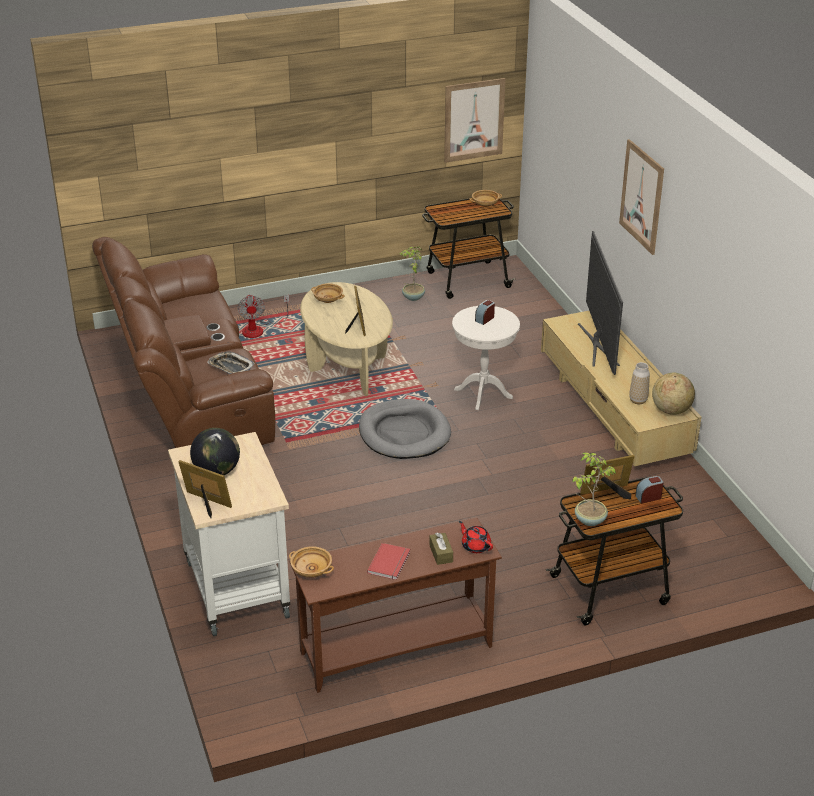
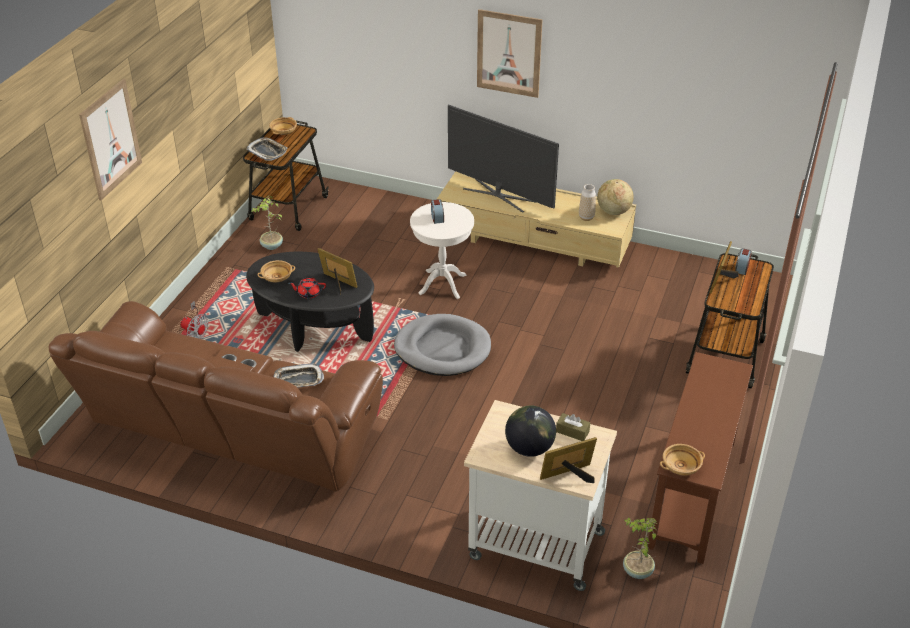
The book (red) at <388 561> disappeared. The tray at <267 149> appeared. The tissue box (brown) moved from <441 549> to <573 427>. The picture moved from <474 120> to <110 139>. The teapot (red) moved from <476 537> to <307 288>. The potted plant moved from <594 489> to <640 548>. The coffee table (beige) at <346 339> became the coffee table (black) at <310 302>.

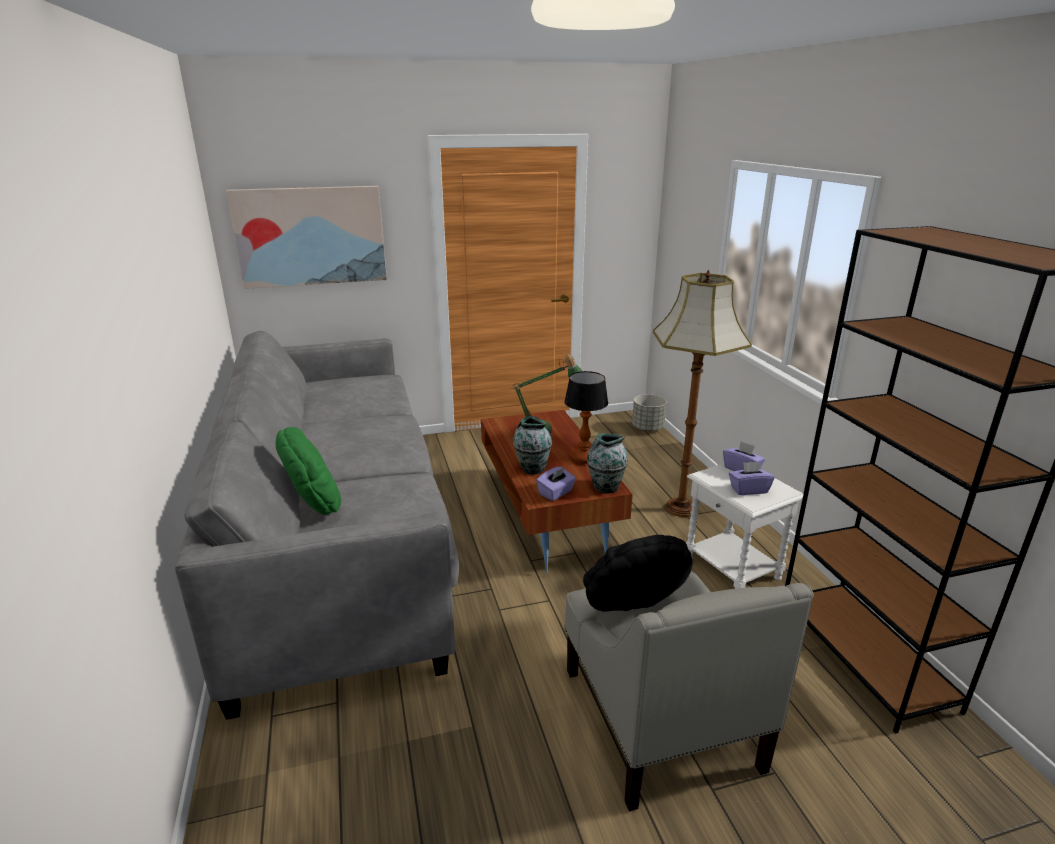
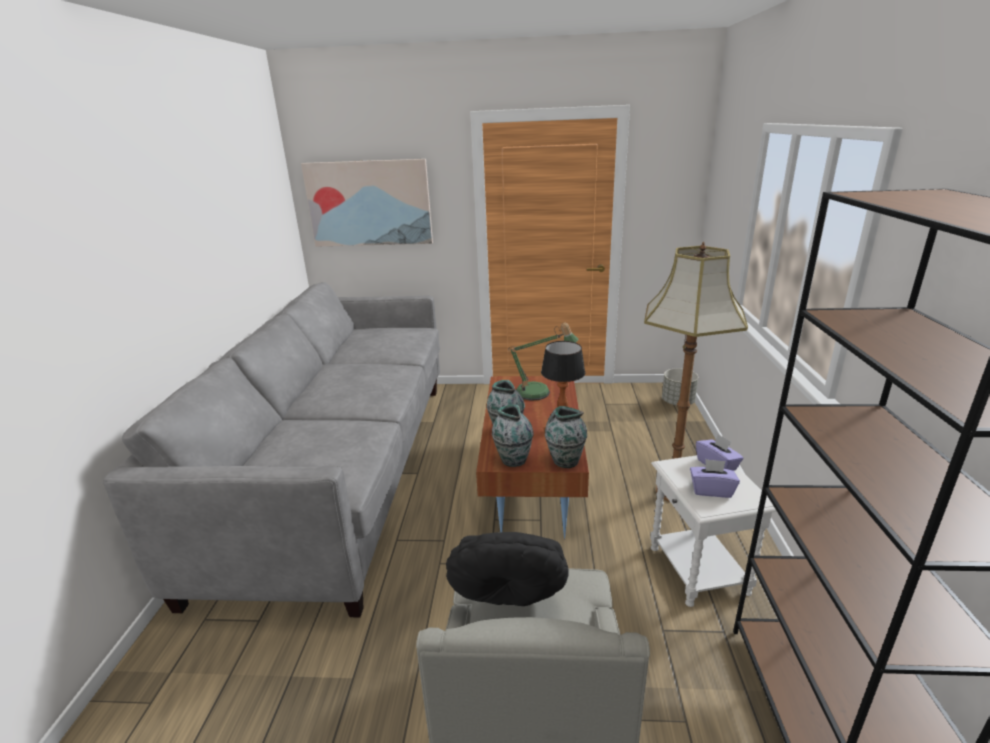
The pillow (green) at <308 471> disappeared. The tissue box (purple) at <556 484> was replaced by the vase at <513 435>.

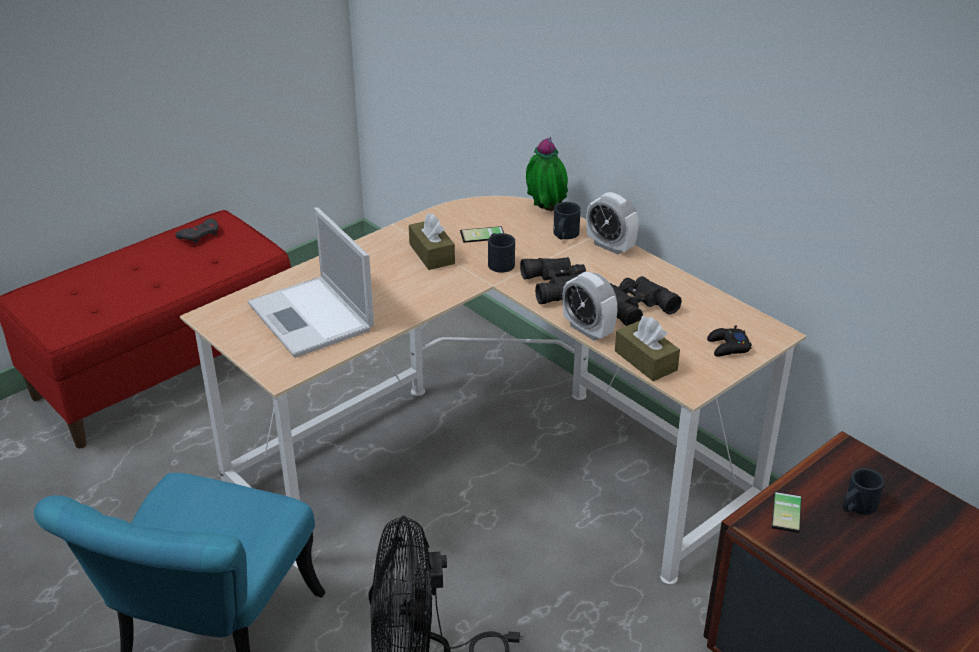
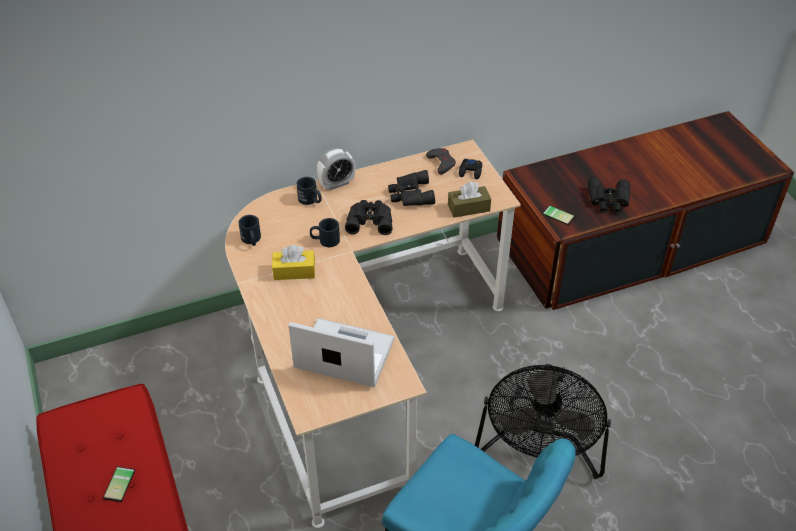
The potted plant at <547 174> disappeared. The alarm clock at <590 306> disappeared. The binoculars (black) at <609 196> appeared. The game controller (grey) moved from <197 231> to <441 161>. The phone moved from <482 234> to <119 484>. The mug (black) moved from <863 491> to <249 230>. The tissue box (brown) at <432 241> became the tissue box (yellow) at <293 262>. The laptop at <310 282> turned 150 degrees counterclockwise.

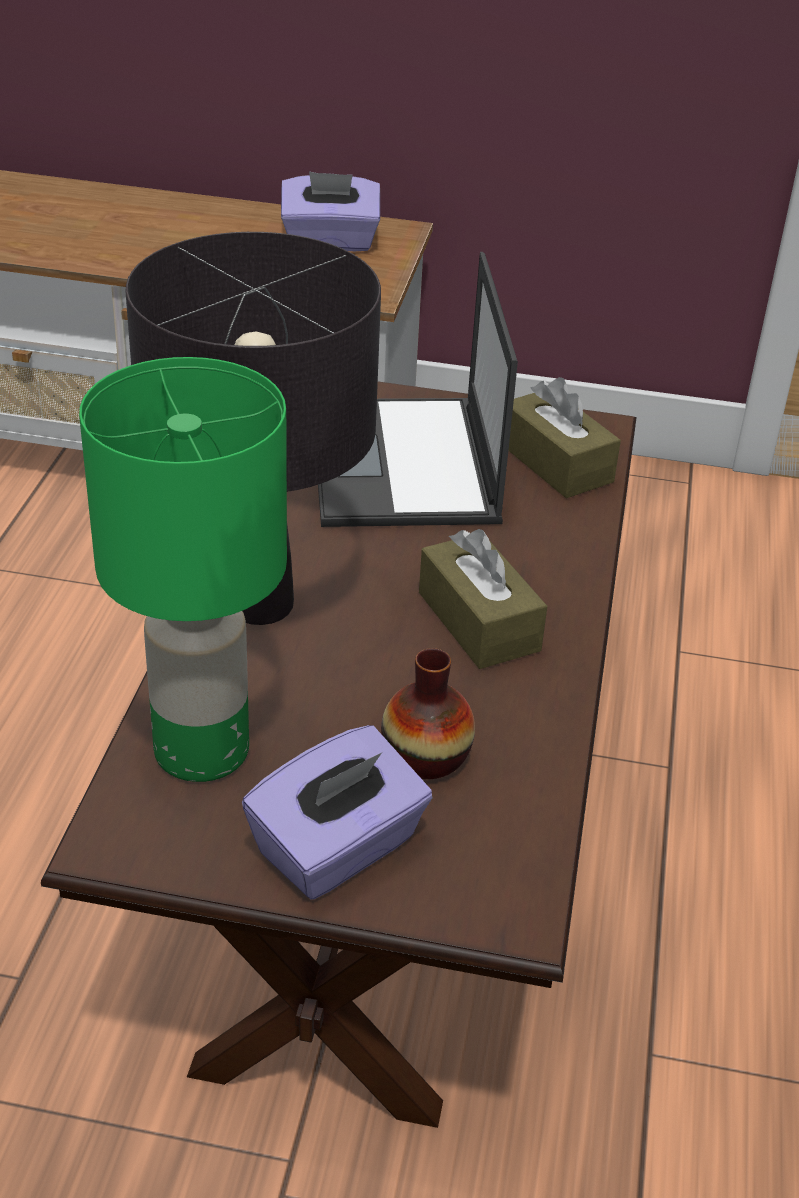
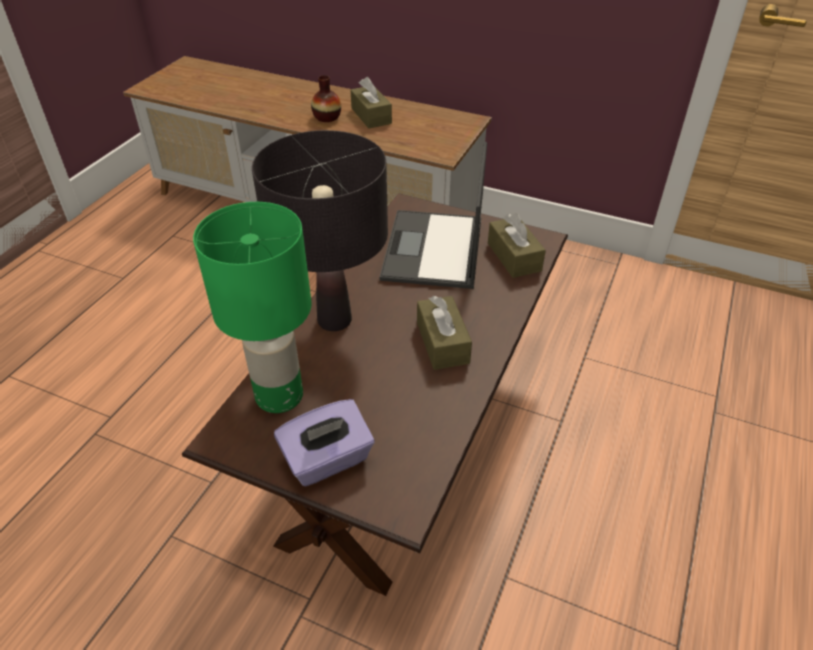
The tissue box (purple) at <330 211> disappeared. The tissue box (brown) at <371 102> appeared. The vase moved from <428 713> to <326 98>.

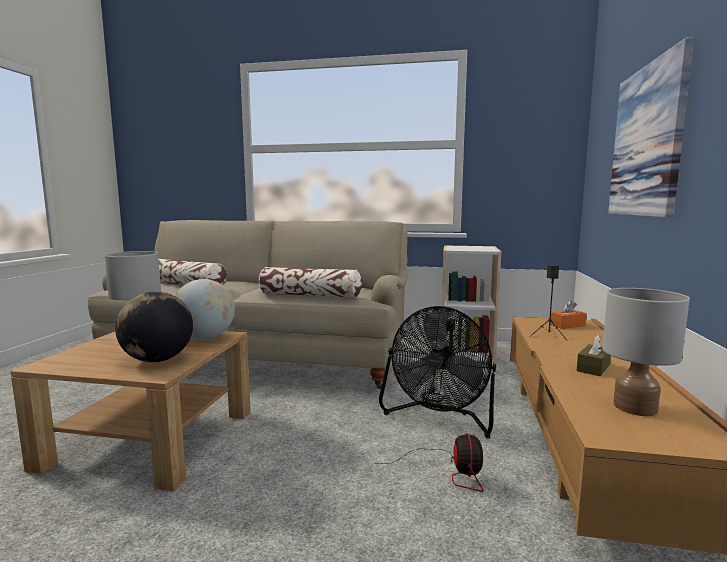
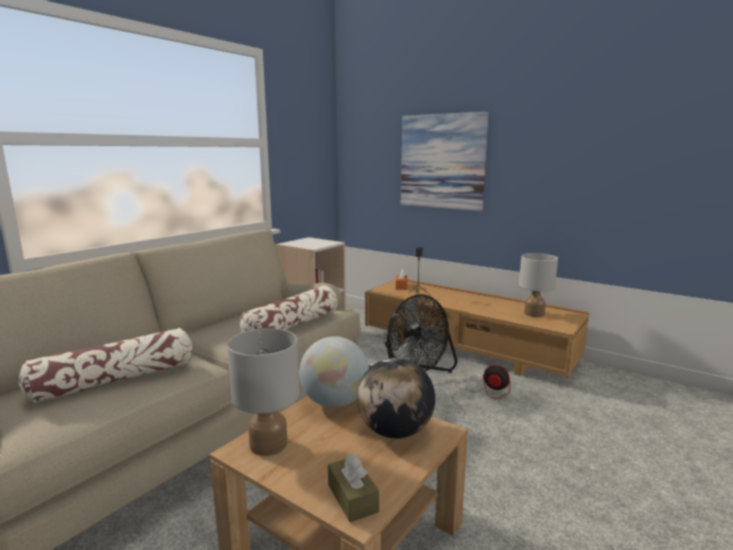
The tissue box (brown) moved from <594 355> to <353 487>.

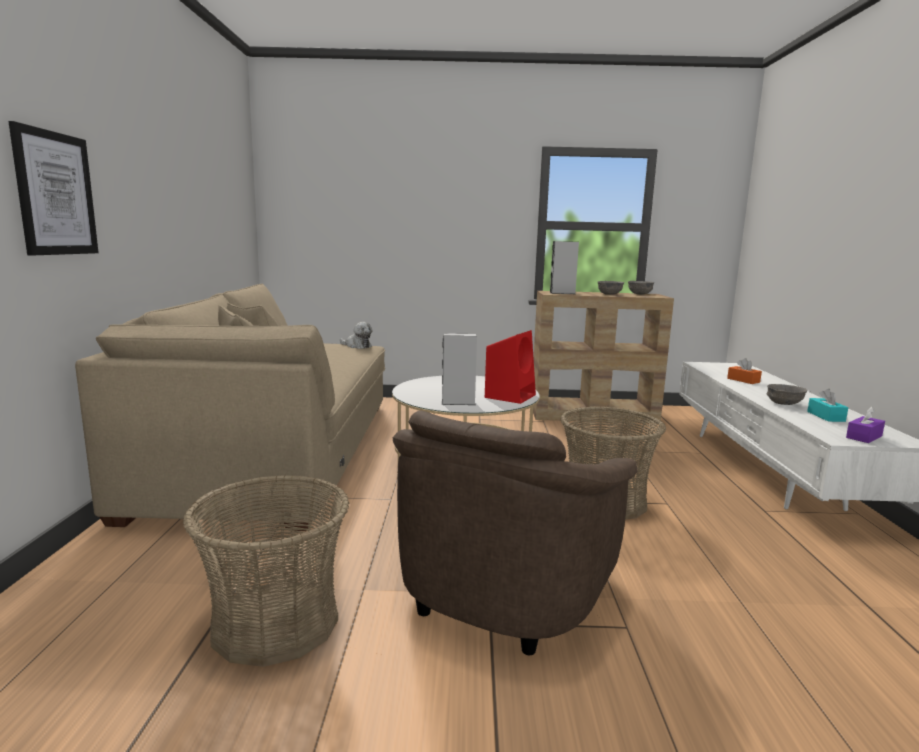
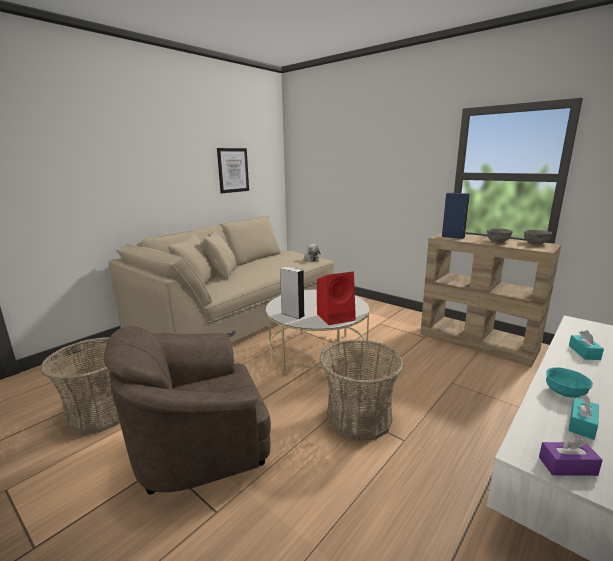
The picture moved from <53 188> to <233 170>. The speaker (grey) at <564 267> became the speaker (blue) at <456 216>. The tissue box (orange) at <744 371> became the tissue box (turquoise) at <586 345>. The bowl (grey) at <787 394> became the bowl (turquoise) at <569 382>.

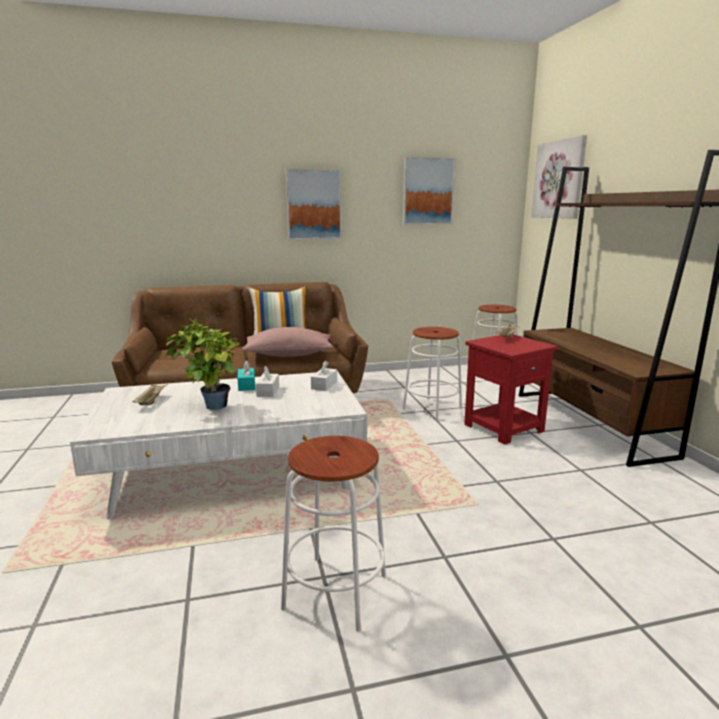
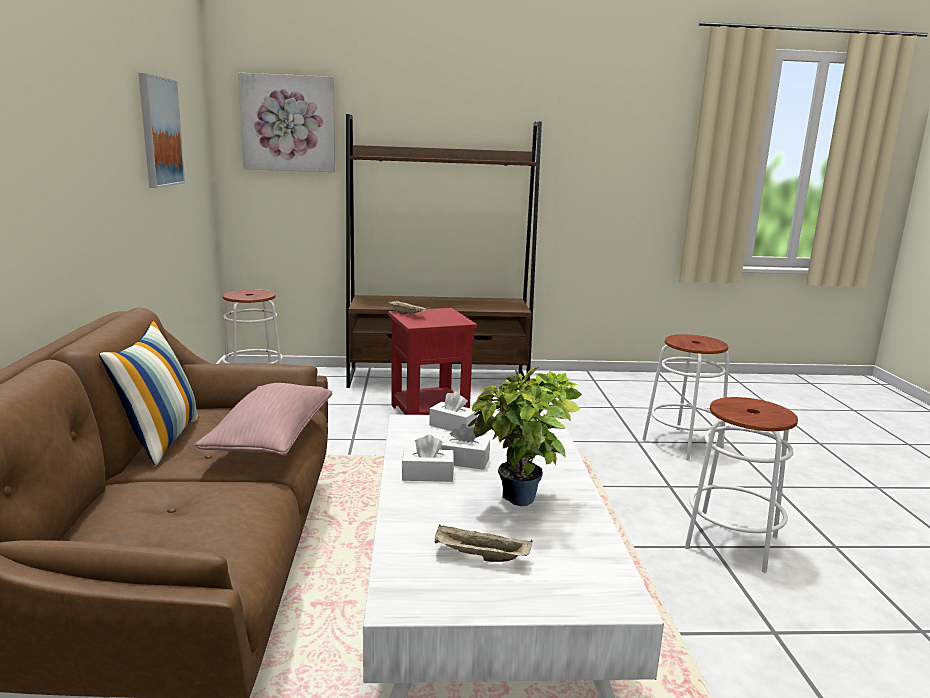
The picture at <314 204> disappeared. The stool (white) moved from <432 374> to <685 397>. The tissue box (turquoise) at <246 375> became the tissue box (white) at <428 458>.

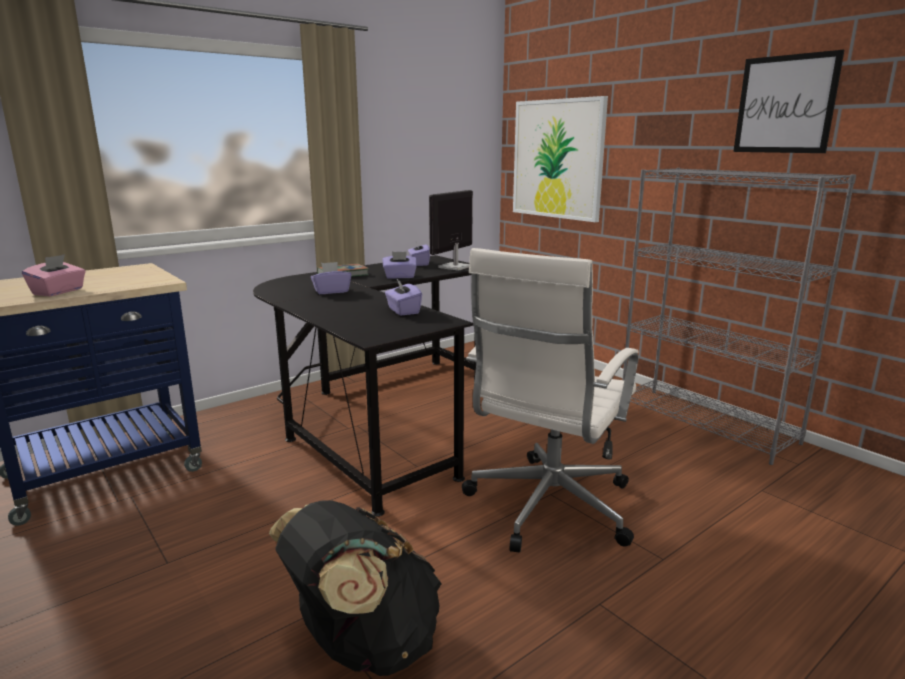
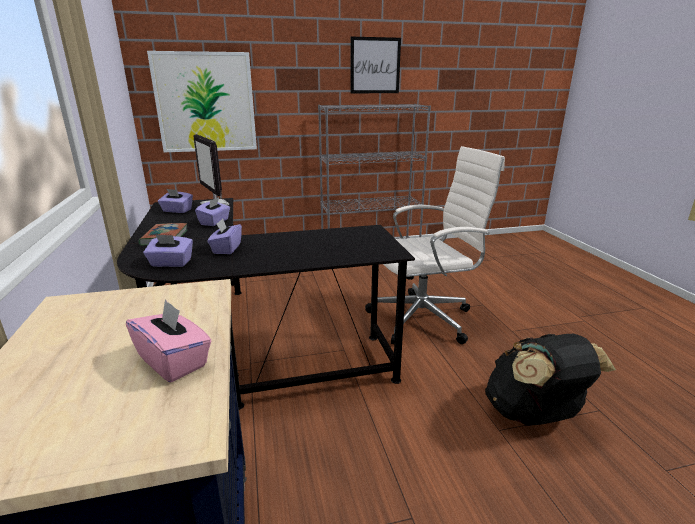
The tissue box (purple) moved from <403 297> to <168 250>. The office chair (white) at <550 400> turned 75 degrees counterclockwise.

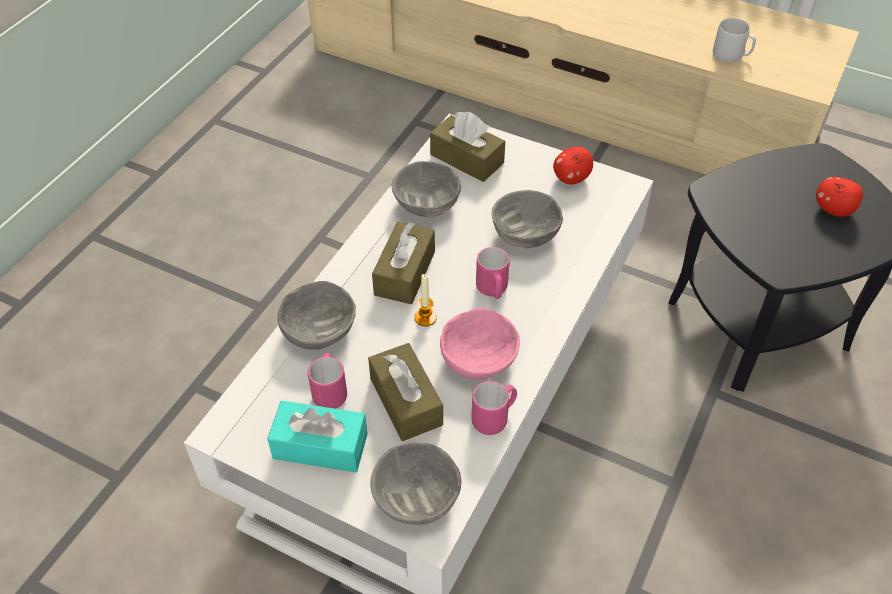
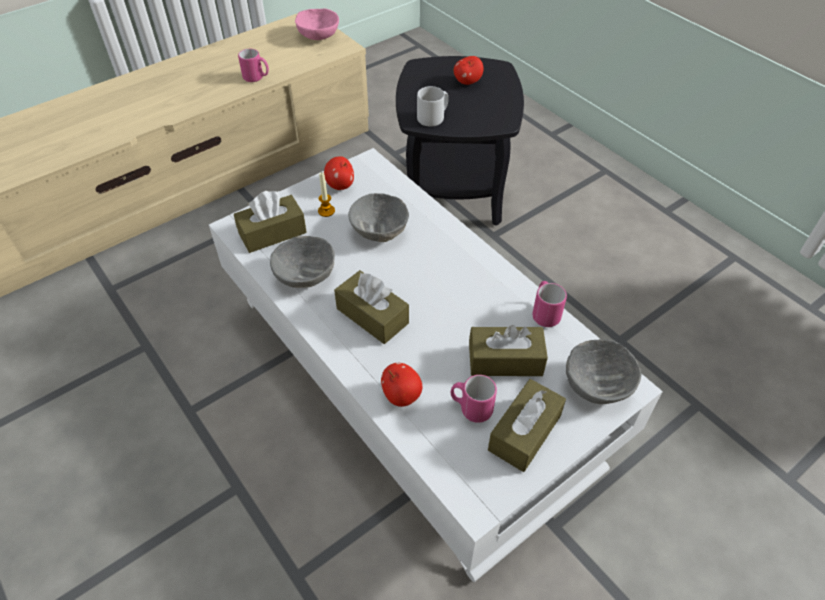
The candle moved from <426 300> to <326 194>. The bowl (pink) moved from <480 344> to <317 24>. The mug (pink) moved from <493 273> to <253 65>. The mug (grey) moved from <734 40> to <432 106>. The bowl (grey) at <317 315> was replaced by the apple at <401 385>. The tissue box (turquoise) at <317 436> became the tissue box (brown) at <527 425>.

